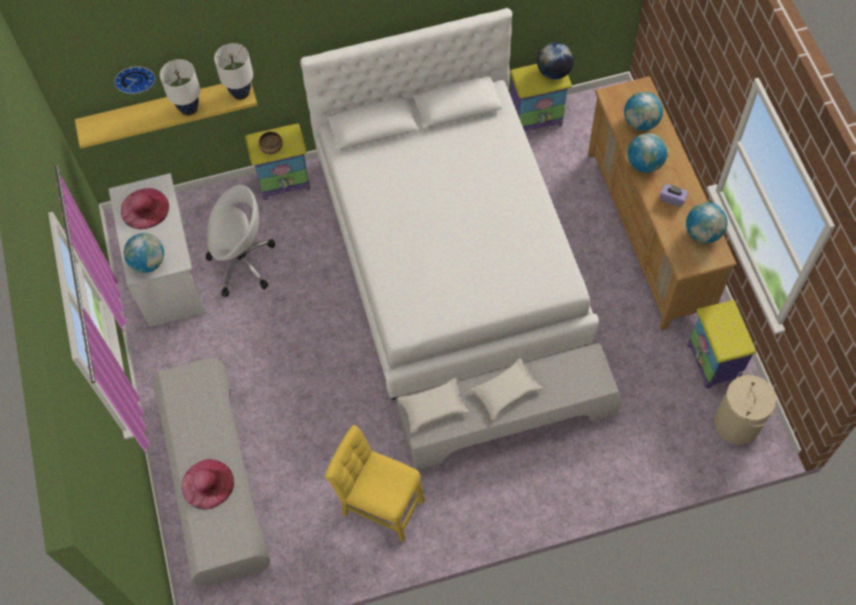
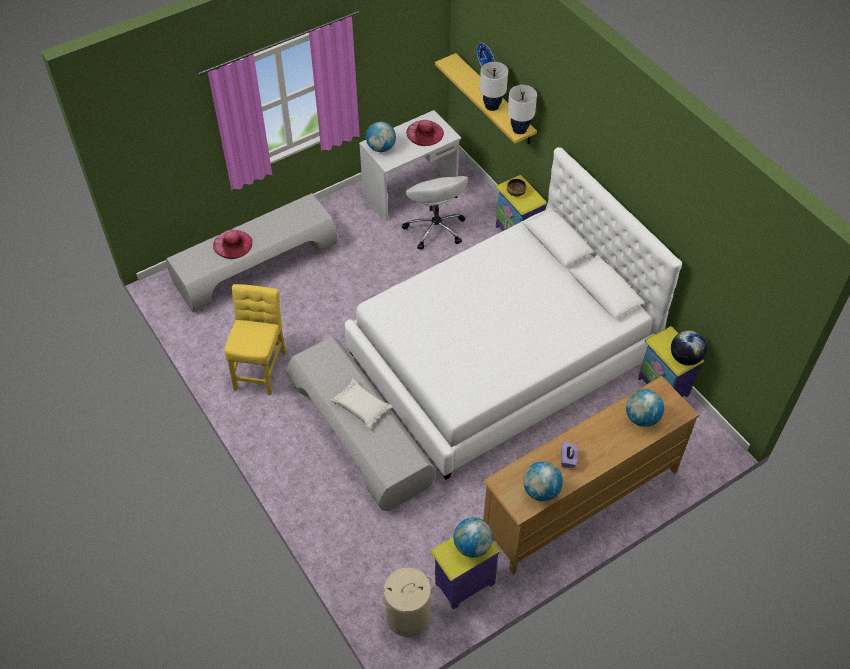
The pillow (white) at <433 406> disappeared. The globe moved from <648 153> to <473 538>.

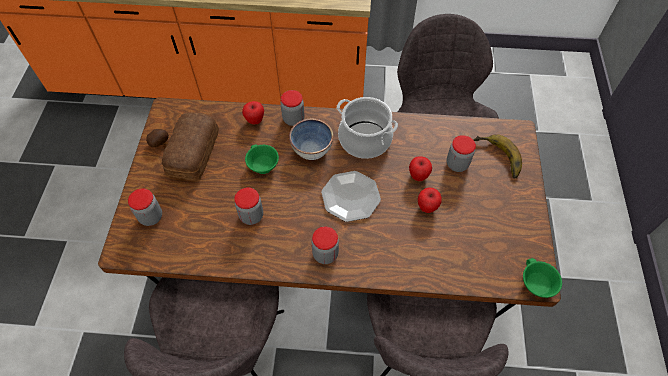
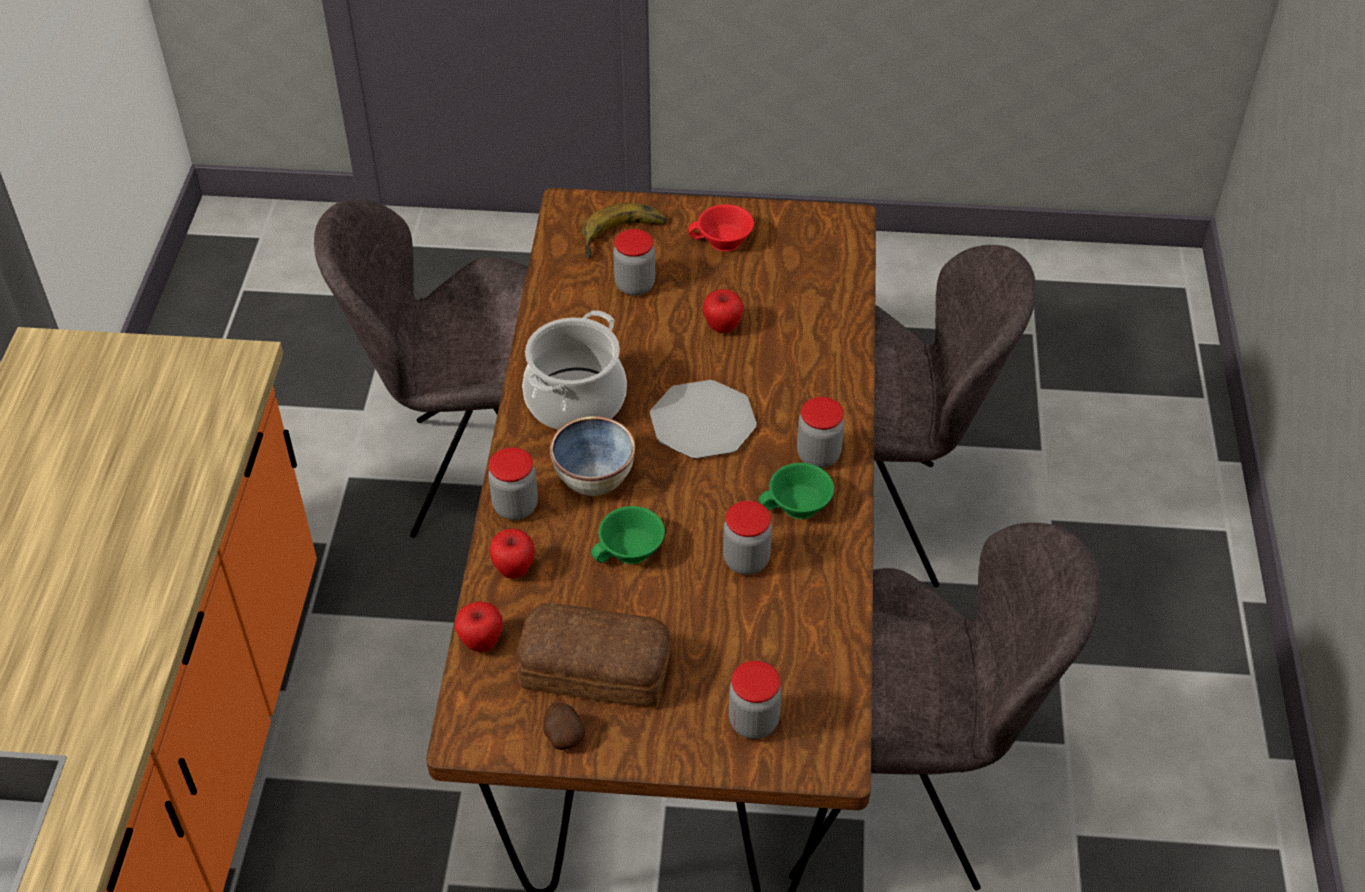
The cup (red) at <721 228> appeared. The apple moved from <420 168> to <479 626>. The cup (green) moved from <542 278> to <796 491>.

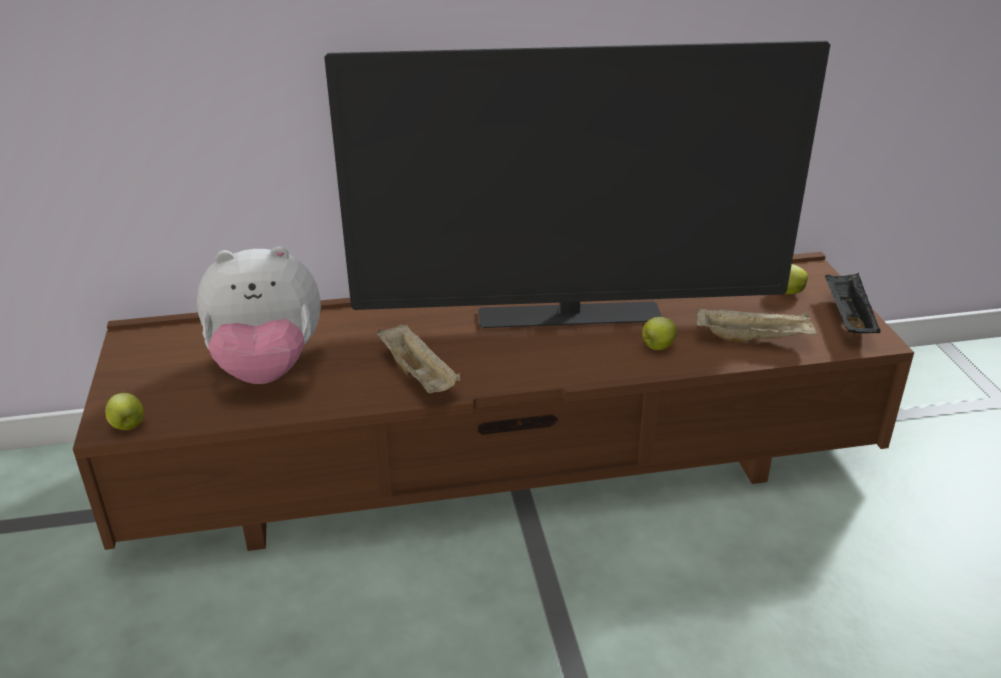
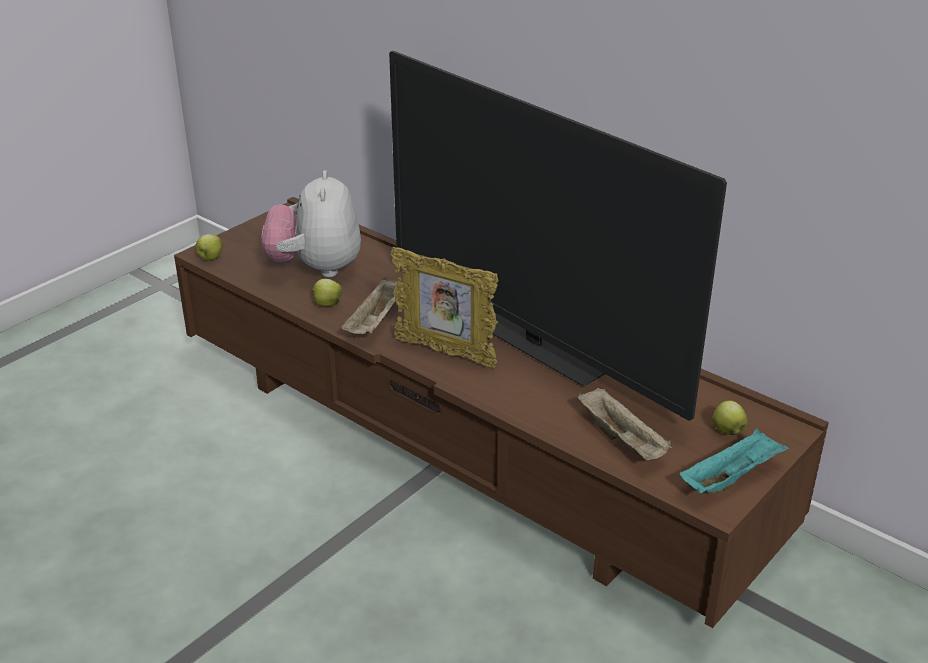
The picture frame at <445 307> appeared. The apple moved from <659 333> to <327 292>. The tray (black) at <853 303> became the tray (turquoise) at <735 460>. The plush toy at <259 315> turned 45 degrees clockwise.

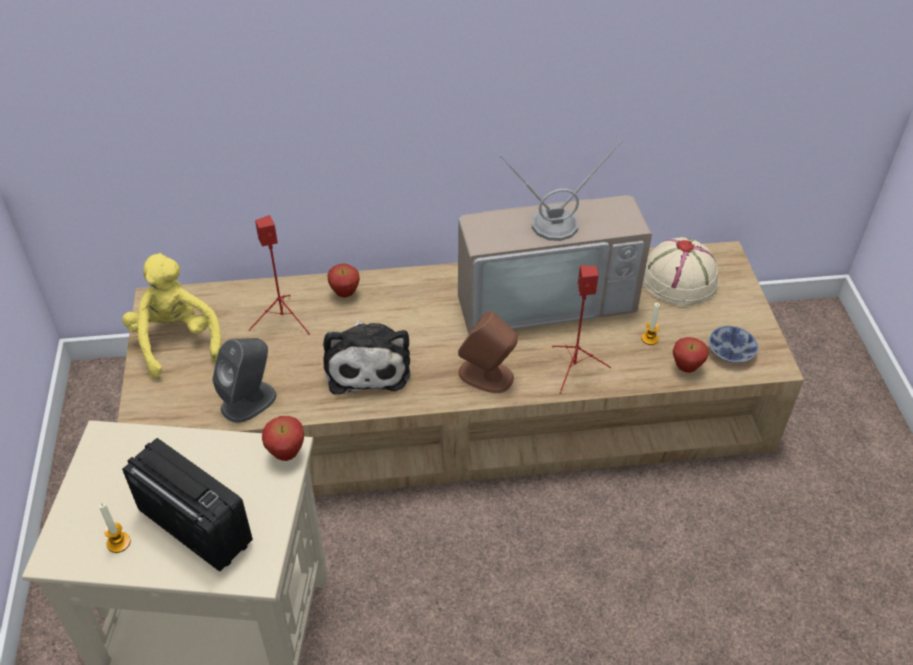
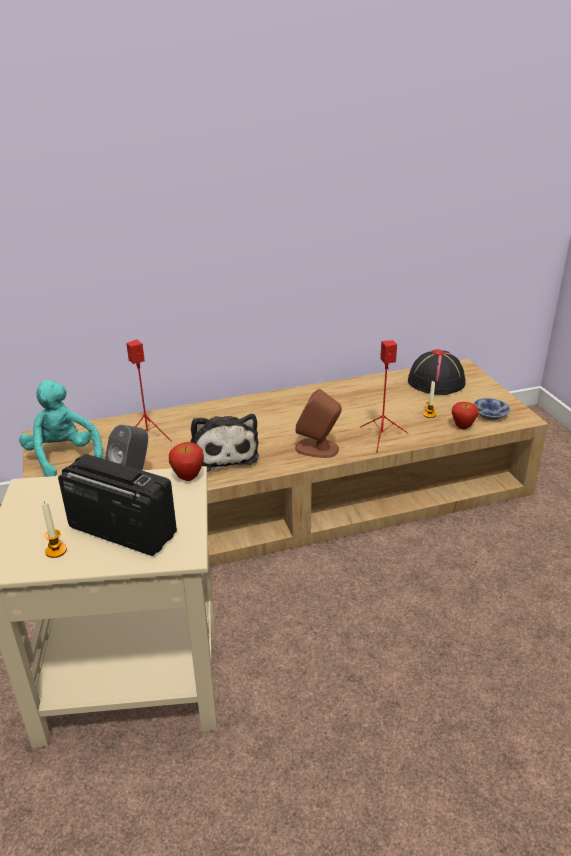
The apple at <344 280> disappeared. The television at <555 237> disappeared. The plush toy (yellow) at <171 315> became the plush toy (turquoise) at <61 428>. The hat (beige) at <680 271> became the hat (black) at <436 372>.

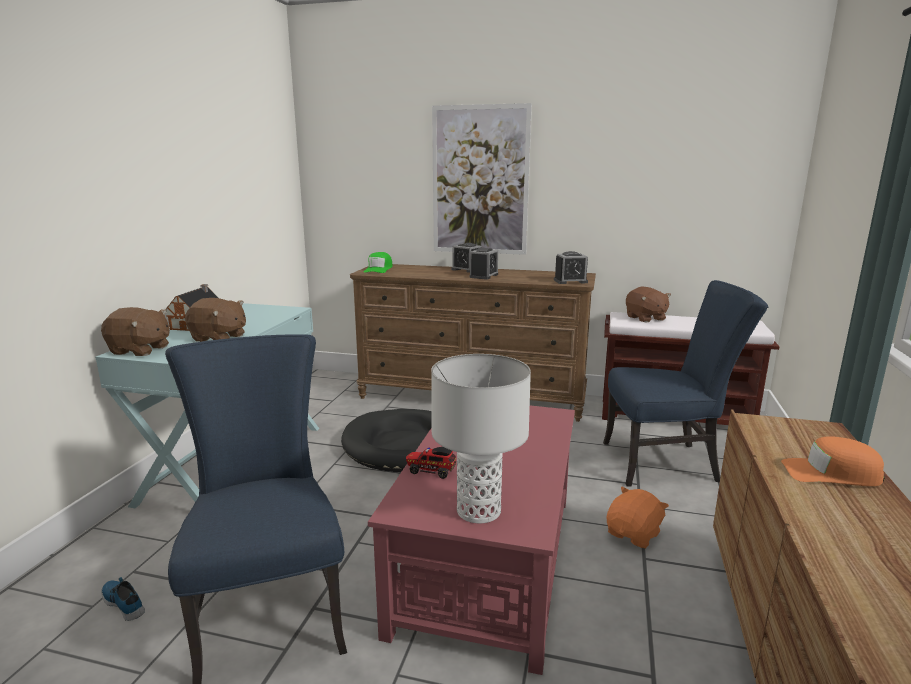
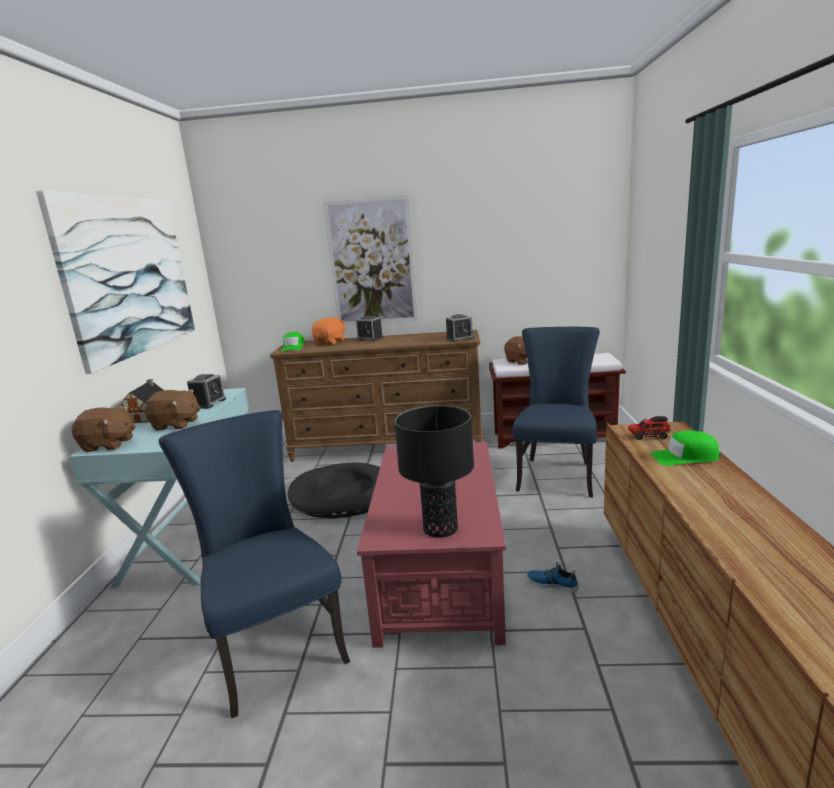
The picture at <115 282> appeared. The shoe moved from <123 599> to <553 577>. The toy truck moved from <431 463> to <649 428>. The alarm clock moved from <484 264> to <206 391>. The plush toy (orange) moved from <637 518> to <328 331>. The table lamp (white) at <481 438> became the table lamp (black) at <434 471>. The cap (orange) at <832 461> became the cap (green) at <685 448>. The chair (blue) at <685 383> turned 60 degrees counterclockwise.

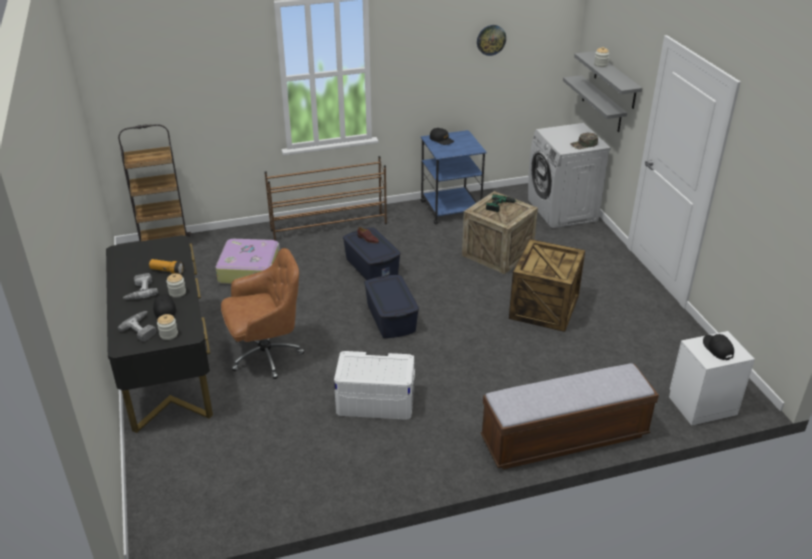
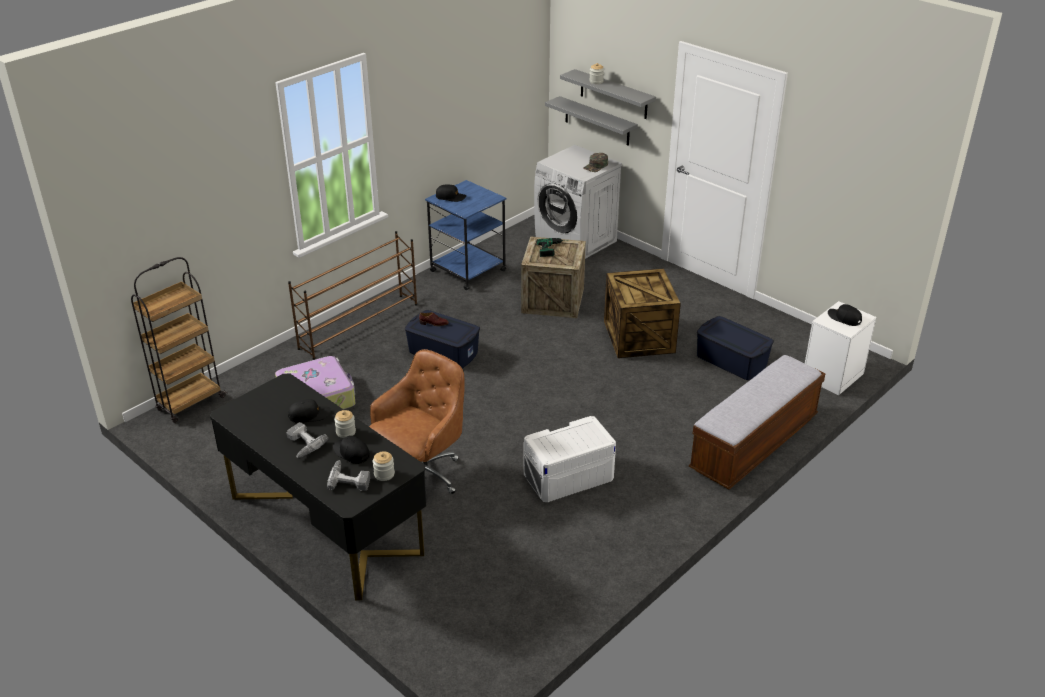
The wall clock at <491 40> disappeared. The storage box (blue) moved from <391 306> to <735 348>. The flashlight at <166 266> was replaced by the cap (black) at <309 411>.

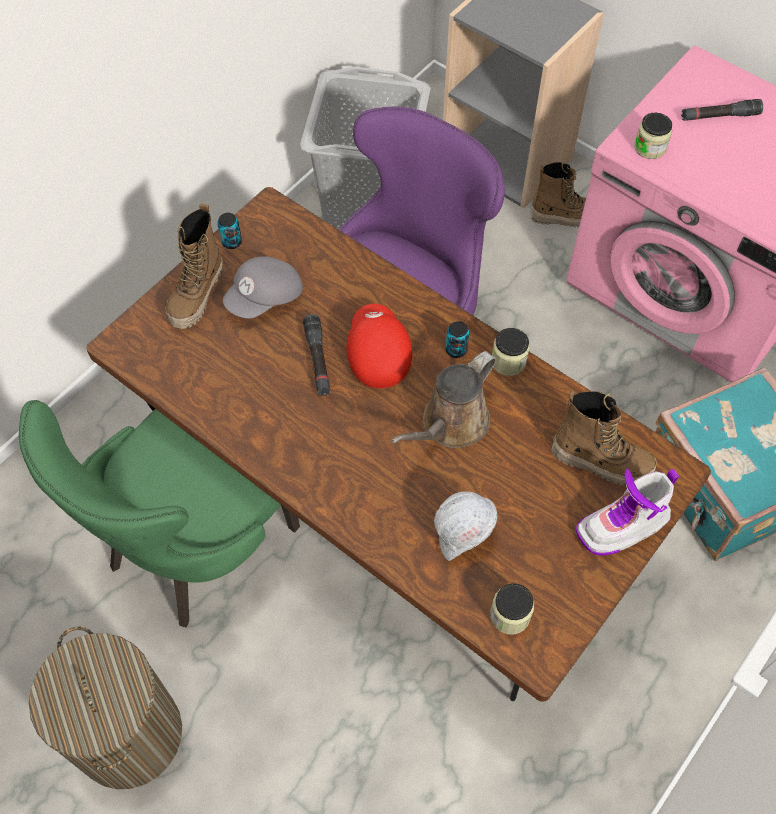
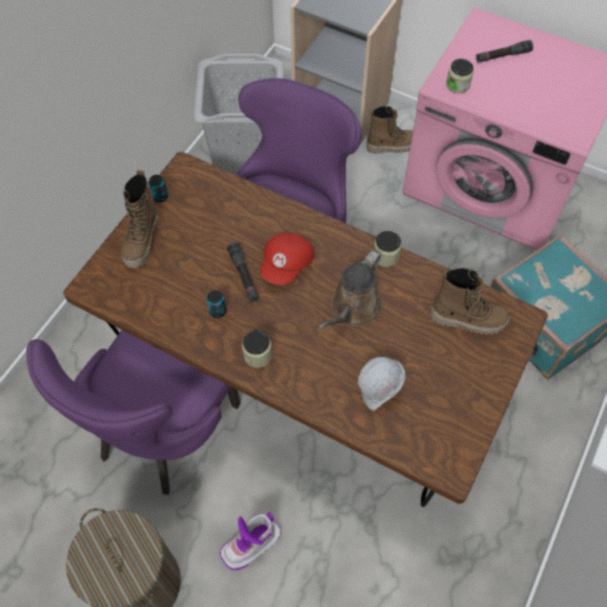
The cap (grey) at <263 287> disappeared. The can moved from <457 339> to <216 304>. The jar moved from <512 609> to <257 349>. The boot moved from <627 512> to <250 541>. The chair (green) at <159 514> became the chair (purple) at <133 412>. The cap (red) at <379 346> turned 135 degrees counterclockwise.

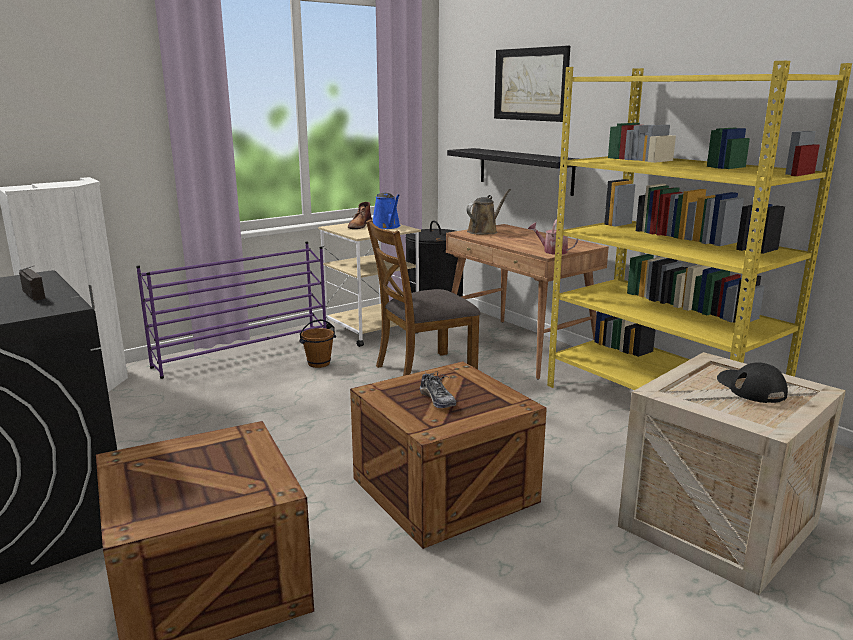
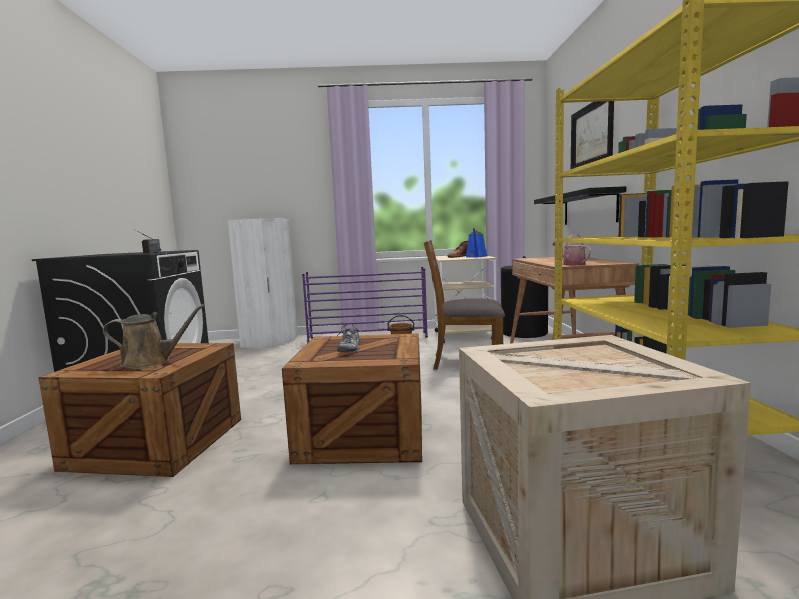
The cap (black) at <752 382> disappeared. The watering can (brown) moved from <489 212> to <154 336>.

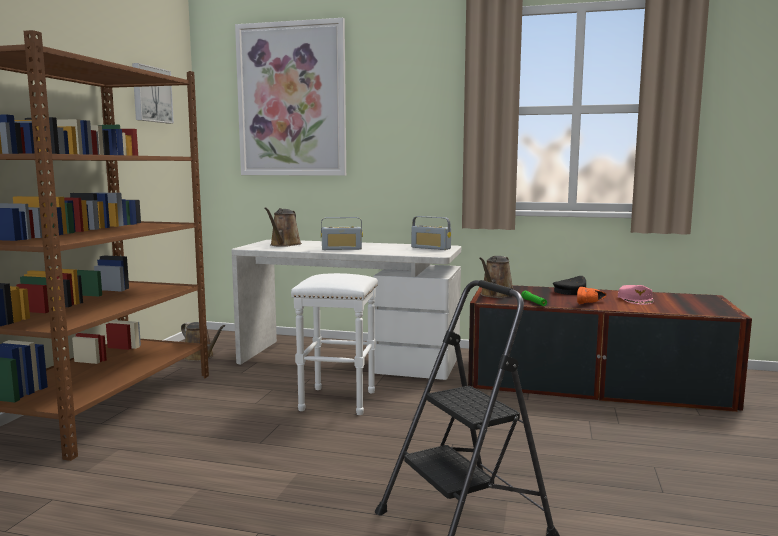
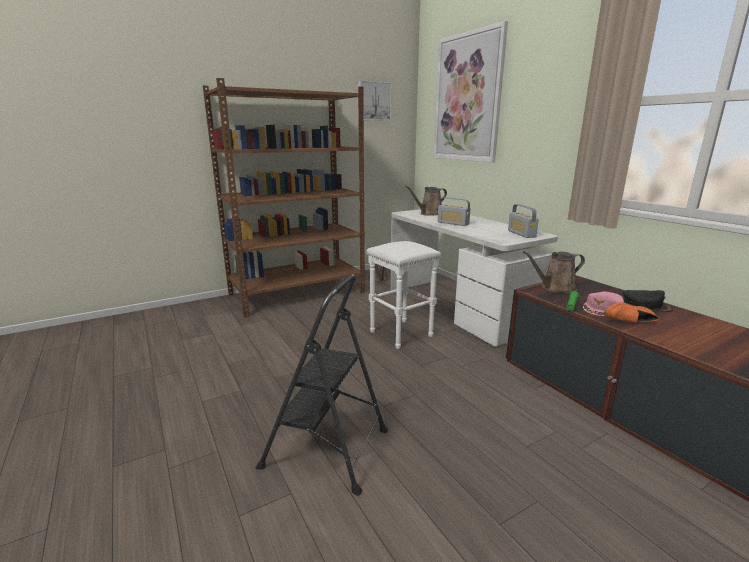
The cap (pink) moved from <636 295> to <603 304>.

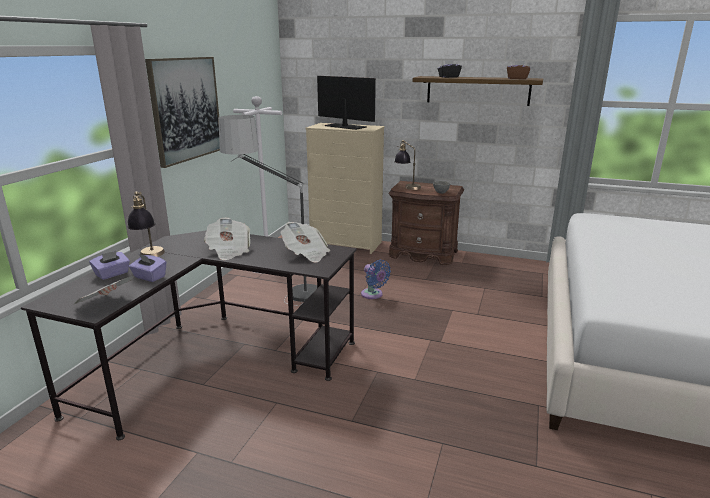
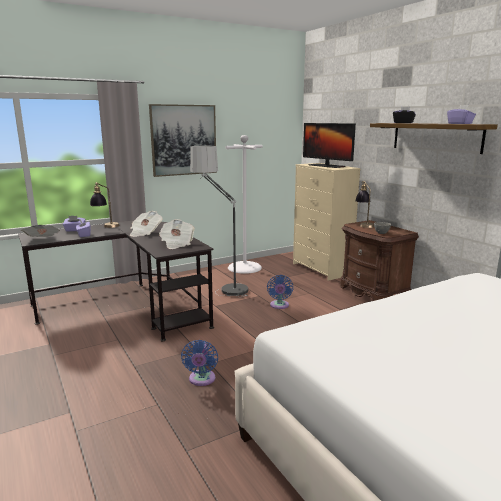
The fan (blue) at <199 363> appeared. The tissue box (brown) at <518 70> became the tissue box (purple) at <461 114>. The monitor at <346 103> turned 150 degrees clockwise.

